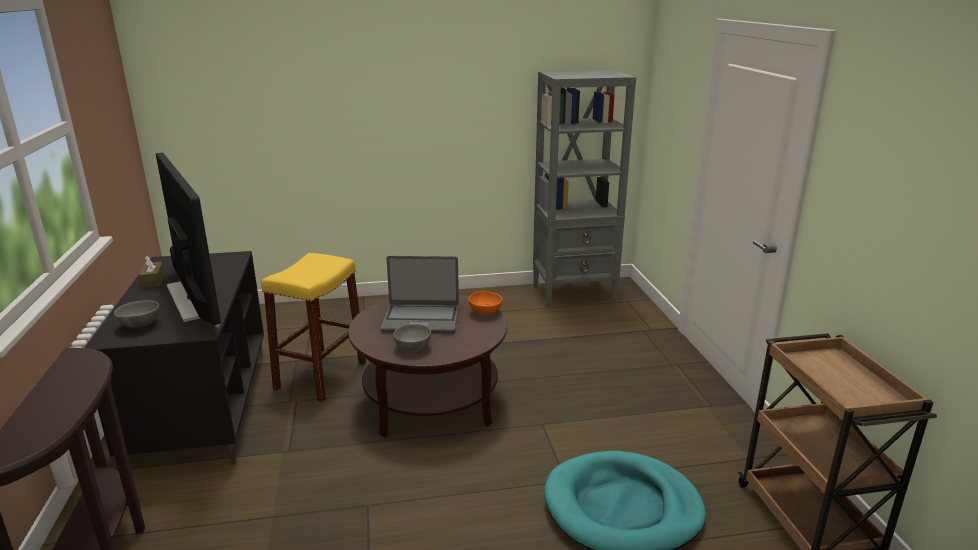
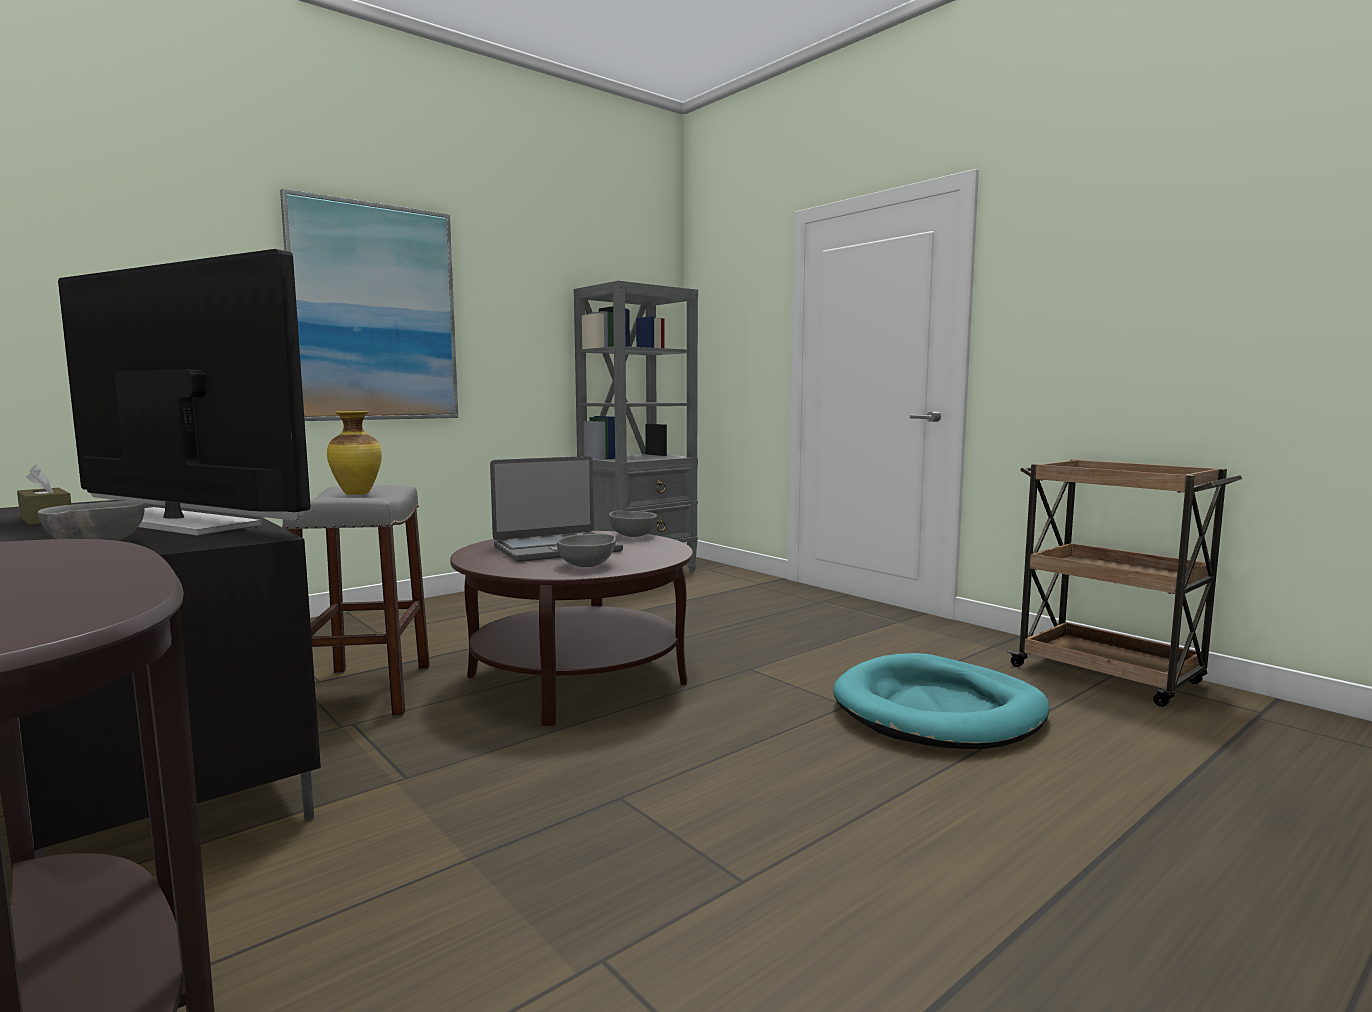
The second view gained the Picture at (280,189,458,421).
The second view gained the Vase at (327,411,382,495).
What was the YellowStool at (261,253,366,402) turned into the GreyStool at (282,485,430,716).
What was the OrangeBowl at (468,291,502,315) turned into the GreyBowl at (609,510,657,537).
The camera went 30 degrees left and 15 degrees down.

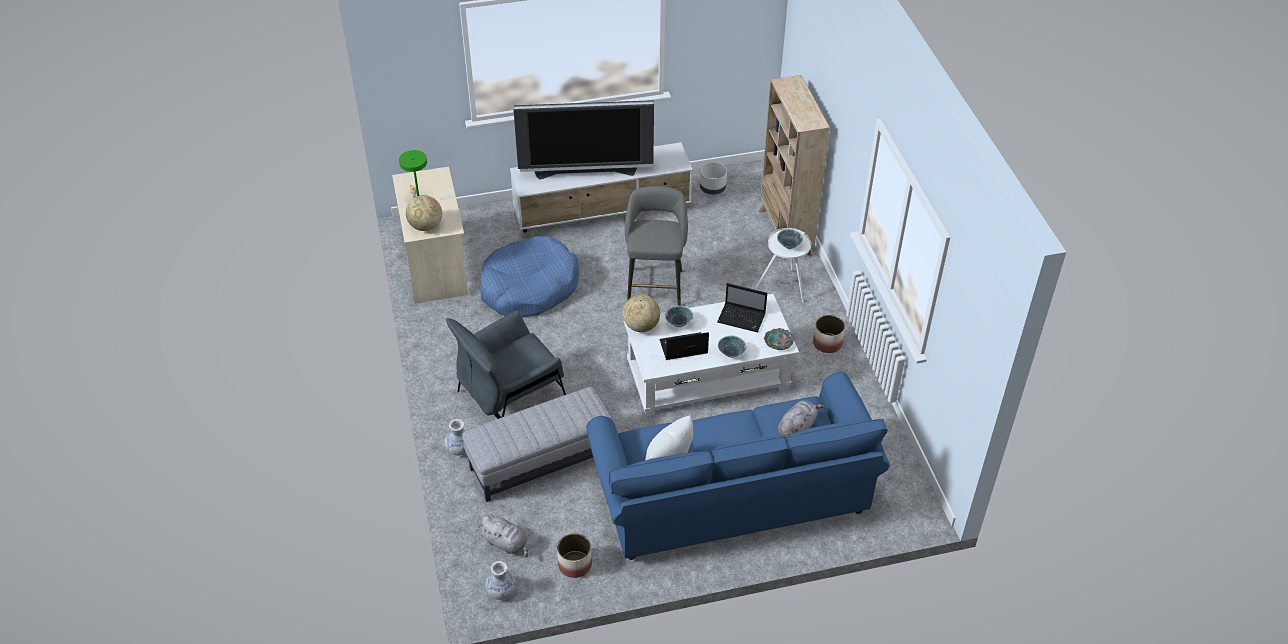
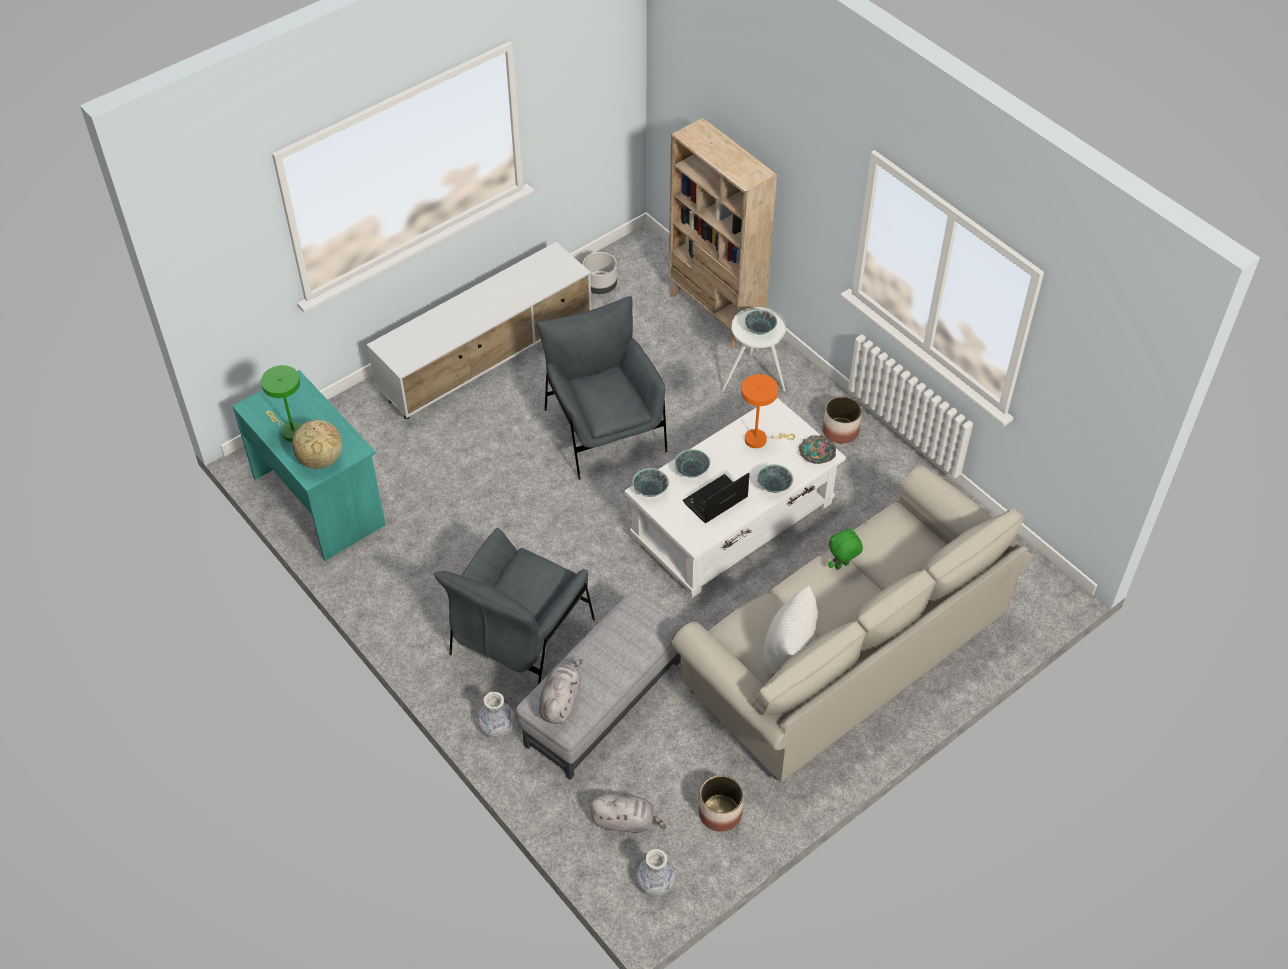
The second view lost the BlueDogBed at (481,236,580,317).
The second view lost the Television at (513,100,654,179).
The second view gained the GreenPlushToy at (828,528,863,570).
The GreyPlushToy ended up elsewhere, having gone from (778,400,824,438) to (539,660,583,724).
Where the Globe stood at (623,295,660,332), the Bowl came to stand at (633,468,669,497).
Where the GreyStool stood at (625,186,688,306), the GreyArmchair came to stand at (537,296,667,480).
Where the Laptop stood at (717,283,767,333), the OrangeTableLamp came to stand at (741,374,795,448).
What was the BeigeDesk at (392,167,468,304) turned into the TurquoiseDesk at (232,370,386,561).
What was the BlueSofa at (586,372,890,560) turned into the BeigeSofa at (672,465,1031,782).
The camera went 25 degrees left and 5 degrees up.

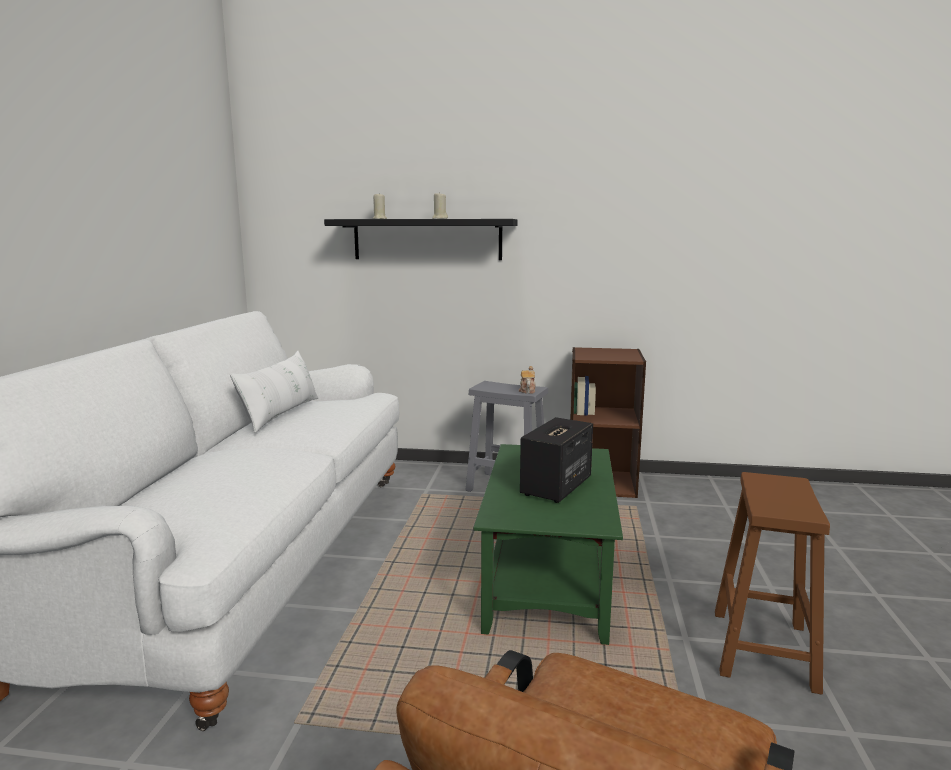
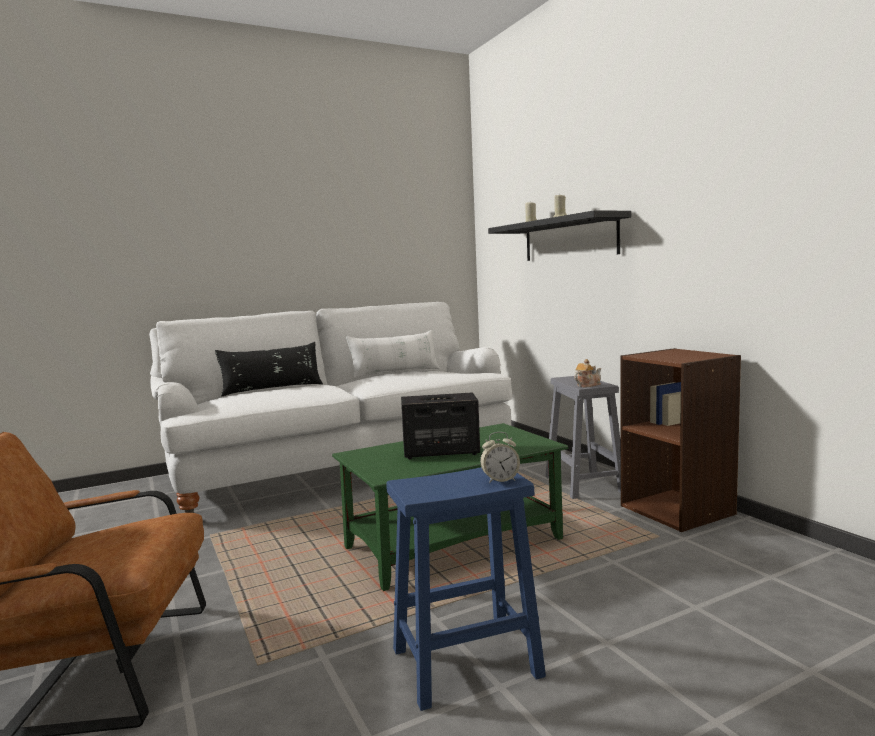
The second view gained the BlackPillow at (215,342,323,397).
The second view gained the AlarmClock at (480,432,520,484).
What was the BrownStool at (715,472,830,695) turned into the BlueStool at (386,468,546,711).
The camera went 55 degrees right and 5 degrees down.

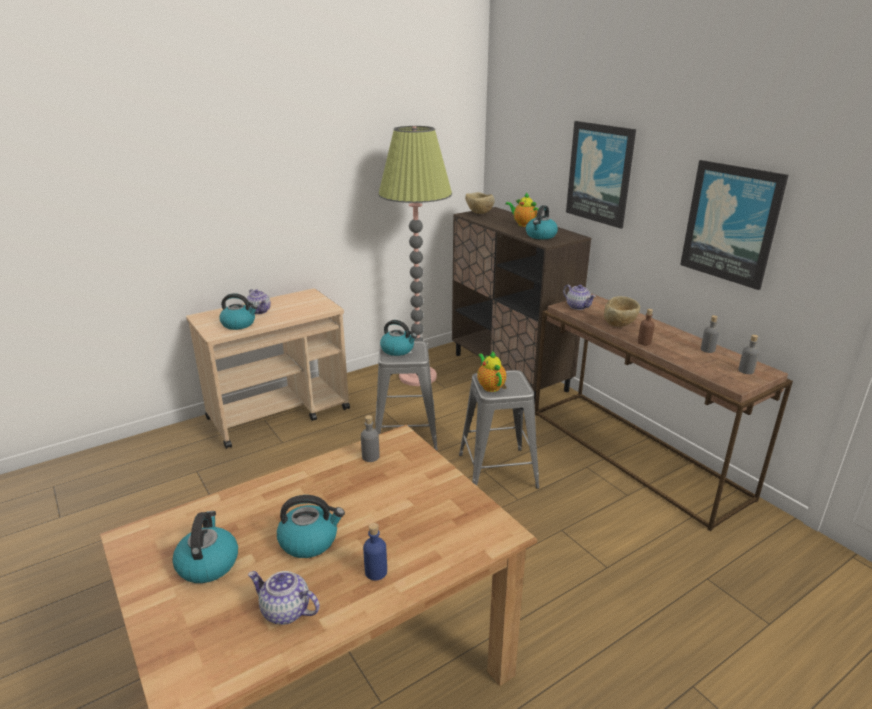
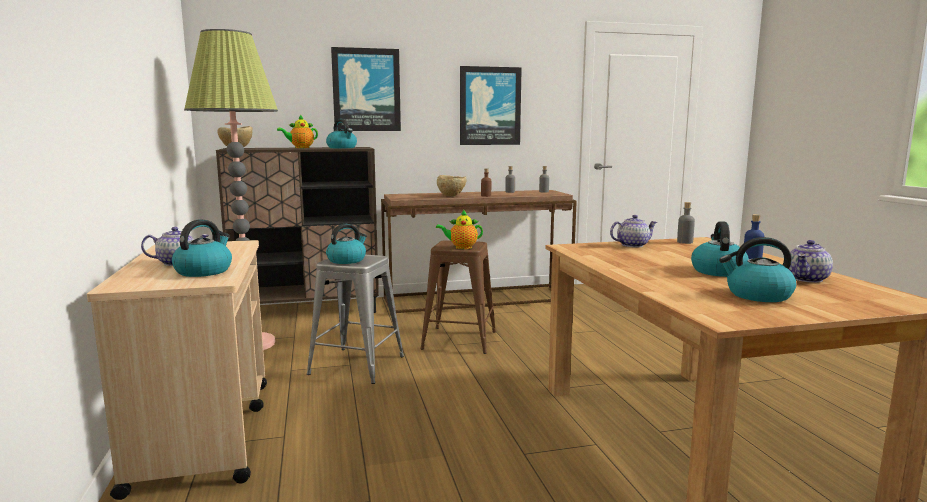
The GreyBottle ended up elsewhere, having gone from (361,415,380,462) to (677,202,695,244).
The Teapot ended up elsewhere, having gone from (563,285,596,310) to (610,215,657,248).
What was the GreyStool at (459,370,540,489) turned into the BrownStool at (420,240,496,354).
The camera went 70 degrees left and 15 degrees down.

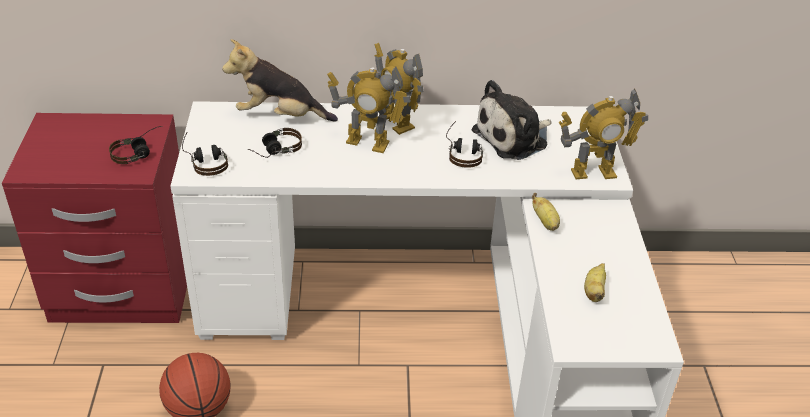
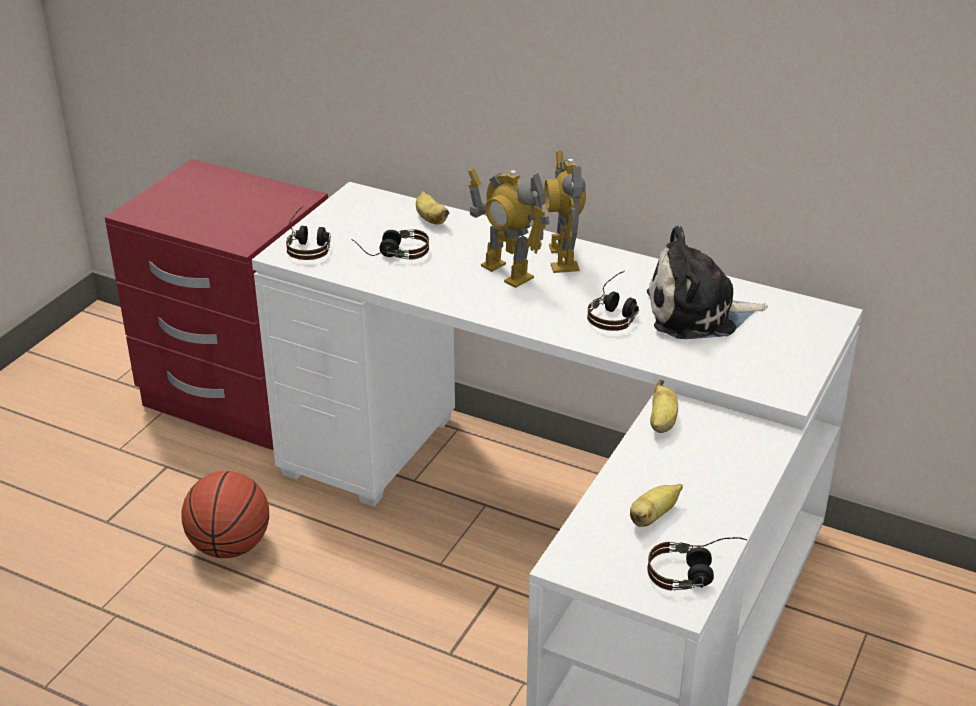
The second view lost the ToyRobot at (559,89,648,179).
The Headphones ended up elsewhere, having gone from (109,126,163,164) to (647,537,747,590).
Where the PlushToy stood at (222,39,338,122), the Banana came to stand at (416,191,449,225).
The camera went 30 degrees right and 5 degrees down.

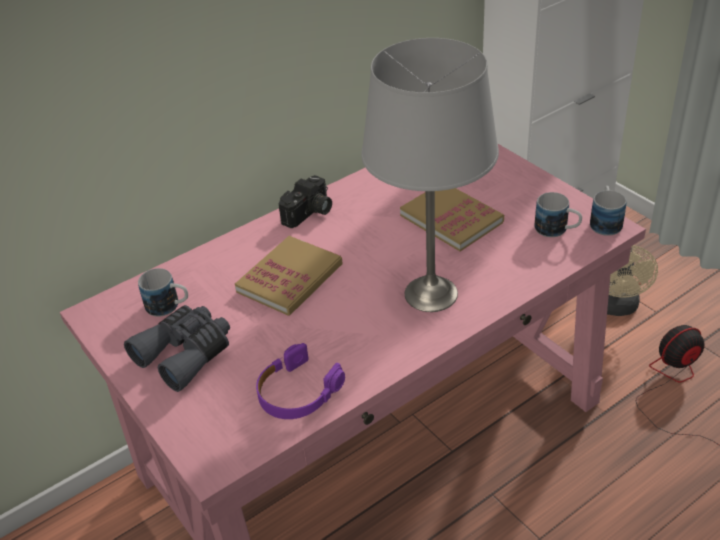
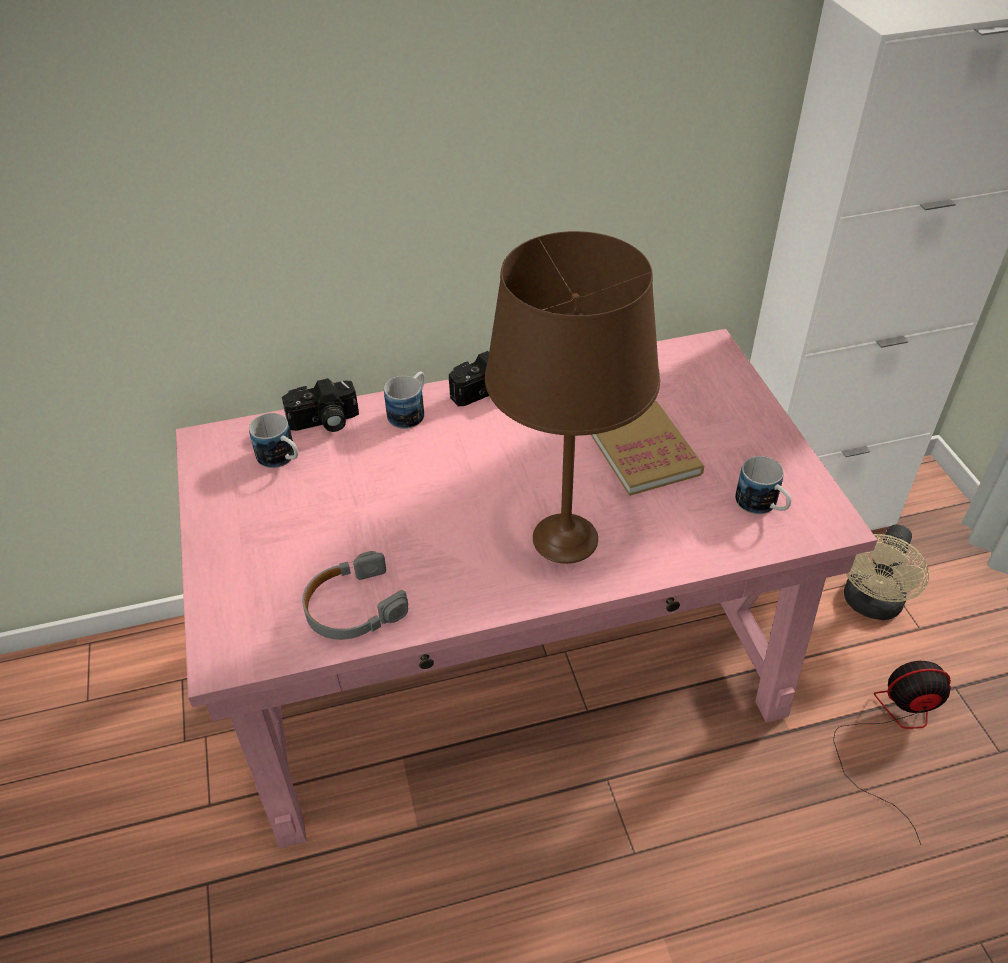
The second view lost the GreyBinoculars at (124,305,230,392).
The second view lost the Book at (235,236,343,316).
The second view gained the PhotoCamera at (282,378,359,432).
The Mug ended up elsewhere, having gone from (590,186,626,236) to (384,371,425,429).
What was the PurpleHeadphones at (256,343,345,419) turned into the GreyHeadphones at (302,551,408,640).
What was the GreyTableLamp at (361,38,499,312) turned into the BrownTableLamp at (485,231,660,564).
The camera went 20 degrees right and 5 degrees up.

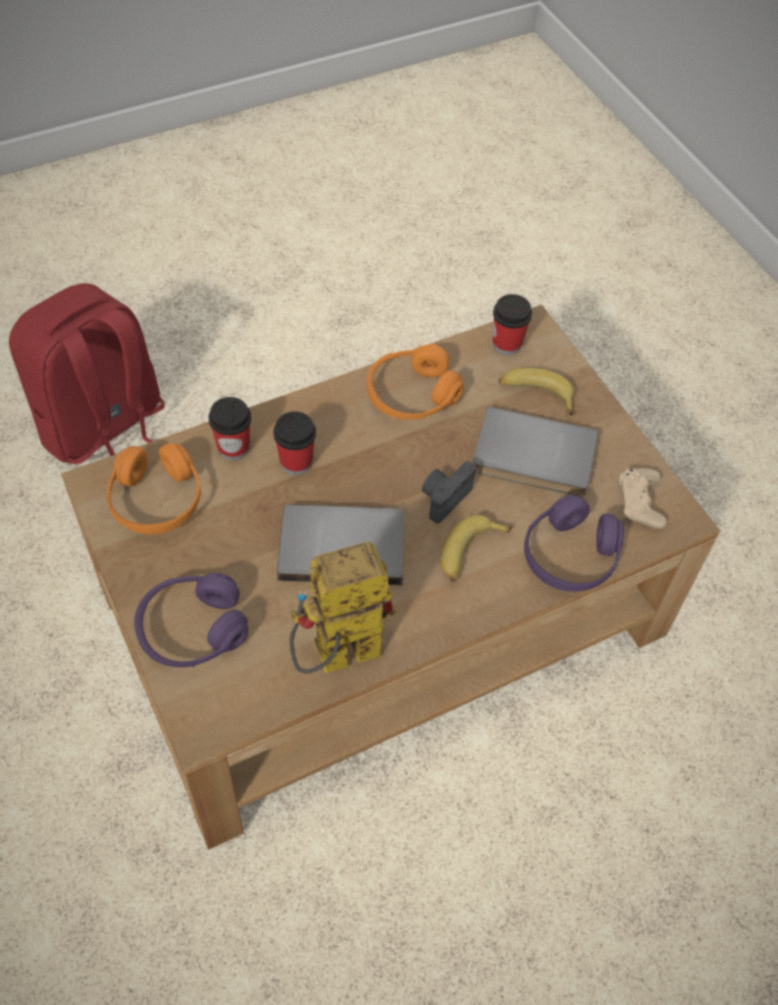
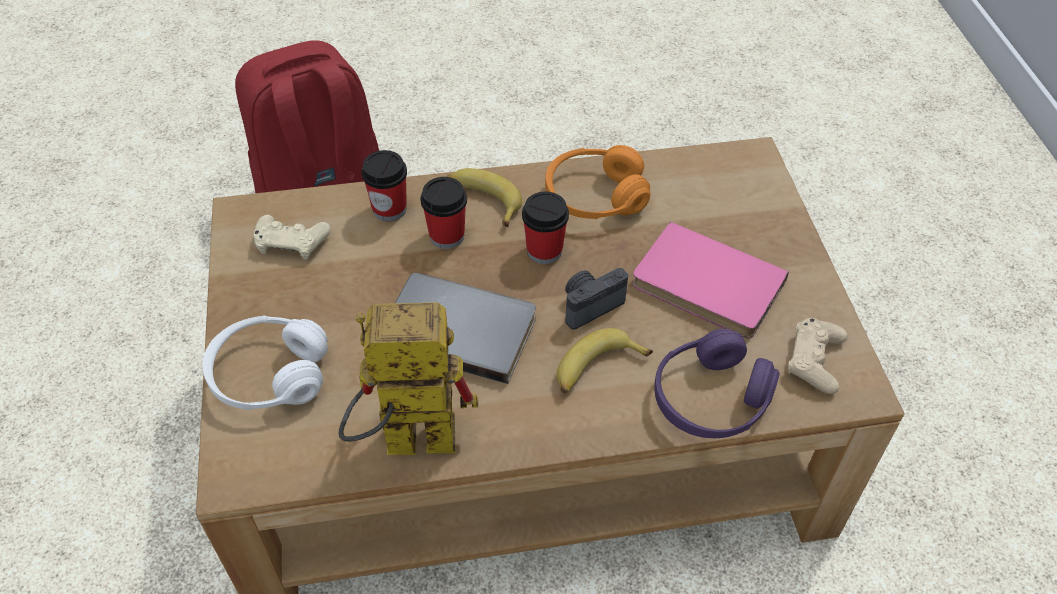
The Cup ended up elsewhere, having gone from (493,294,532,355) to (522,192,569,264).
The Banana ended up elsewhere, having gone from (499,368,574,415) to (447,168,522,227).
Where the OrangeHeadphones stood at (106,443,201,535), the BeigeGameController came to stand at (254,215,331,259).
What was the PurpleHeadphones at (134,573,248,667) turned into the WhiteHeadphones at (202,315,328,410).
What was the GreyBook at (473,406,599,496) turned into the PinkBook at (632,222,789,339).
The camera went 20 degrees right and 5 degrees down.

